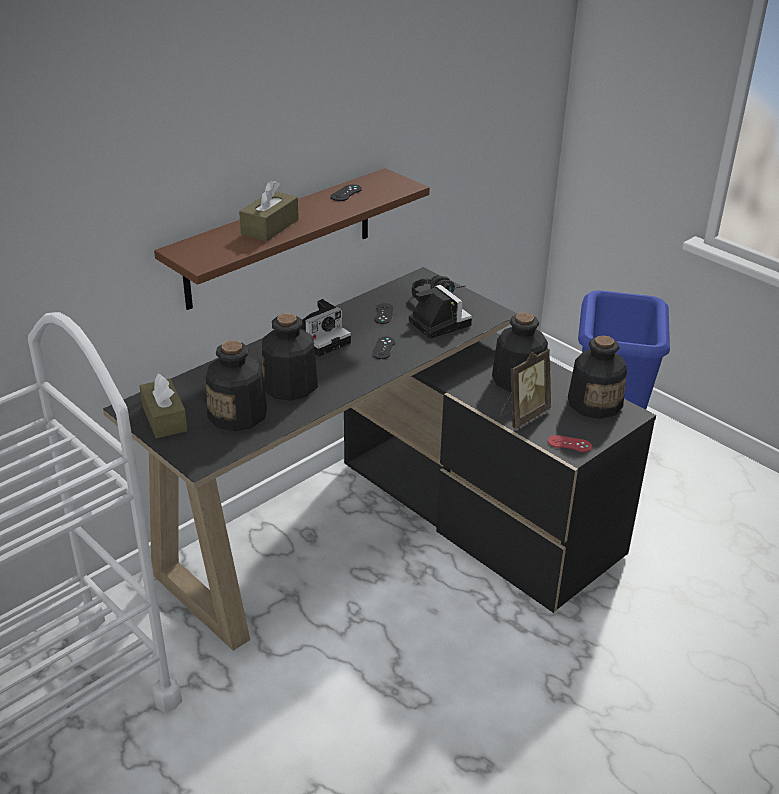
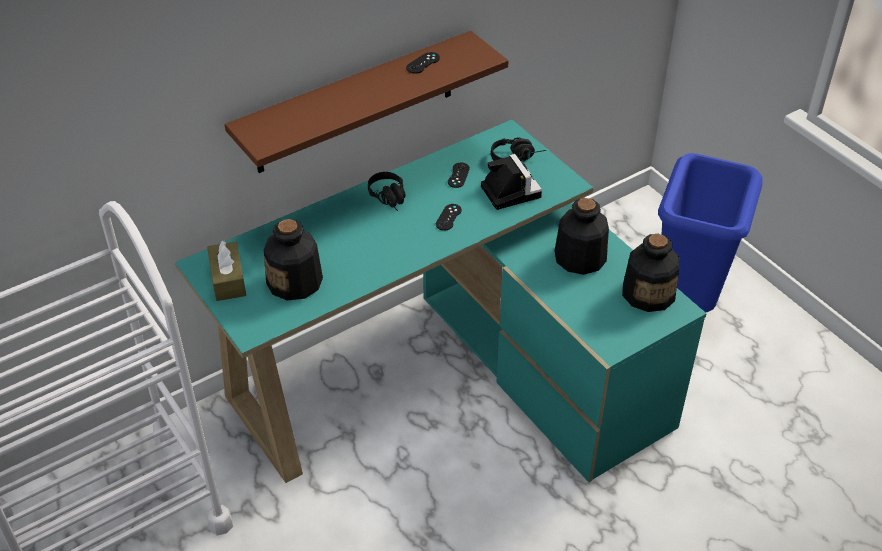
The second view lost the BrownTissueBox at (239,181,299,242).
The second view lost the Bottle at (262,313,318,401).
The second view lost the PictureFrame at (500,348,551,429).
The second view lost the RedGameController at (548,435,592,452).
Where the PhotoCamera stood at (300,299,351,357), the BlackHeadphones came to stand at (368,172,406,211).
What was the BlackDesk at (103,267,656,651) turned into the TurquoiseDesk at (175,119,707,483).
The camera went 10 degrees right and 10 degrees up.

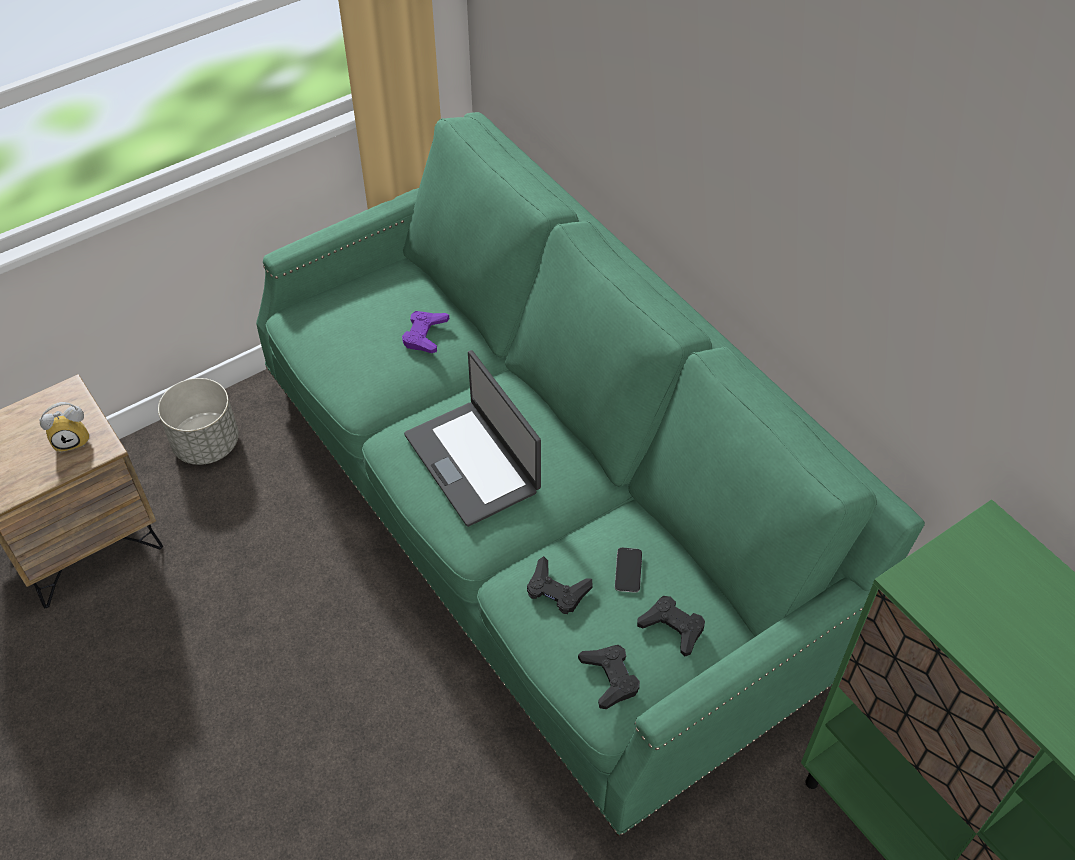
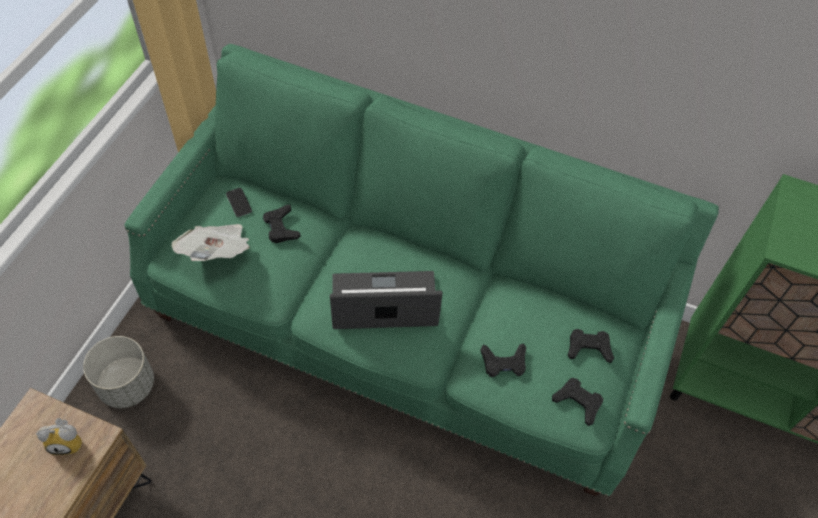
The second view gained the Newspaper at (171,224,249,261).
The Phone ended up elsewhere, having gone from (615,548,642,593) to (226,188,252,217).
What was the PurpleGameController at (402,311,449,353) turned into the BlackGameController at (263,205,300,243).
The AlarmClock at (39,402,89,453) ended up facing another way, 45 degrees clockwise from before.
The Laptop at (404,350,541,527) ended up facing another way, 150 degrees clockwise from before.
The camera went 35 degrees left and 5 degrees up.

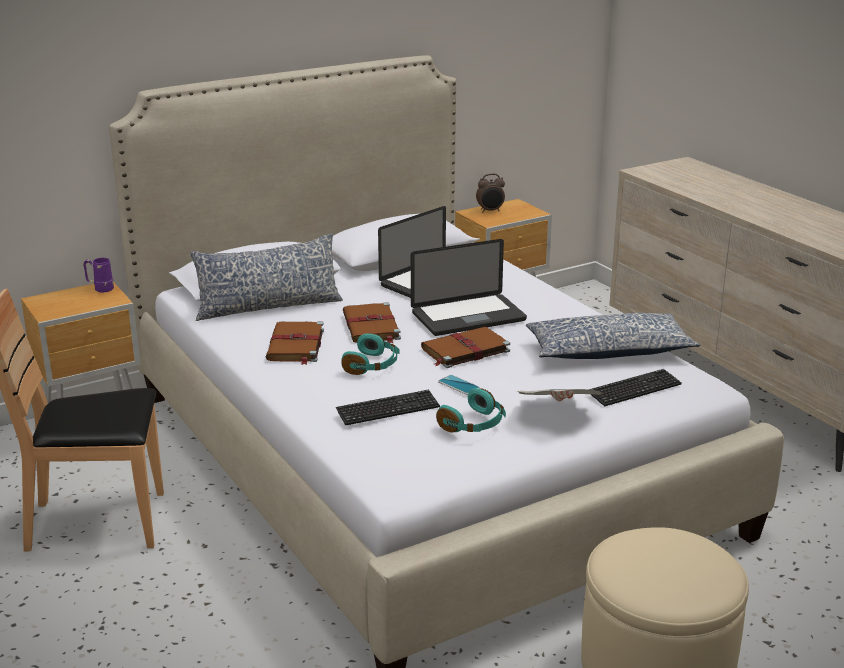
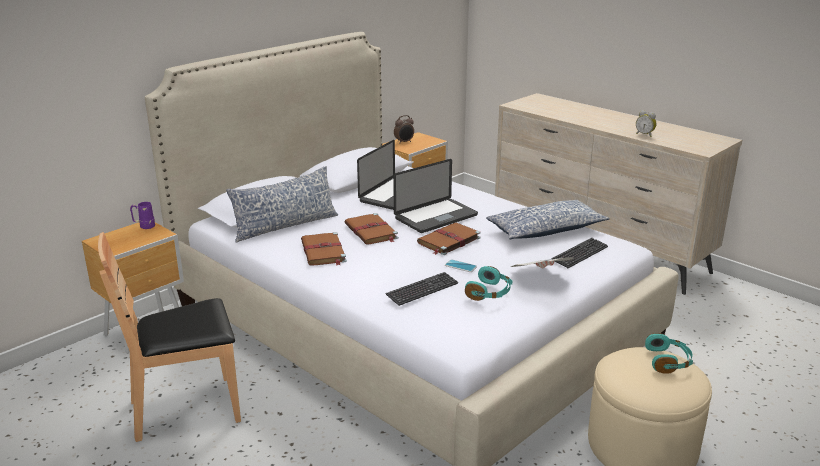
The second view gained the AlarmClock at (636,110,656,137).
The TurquoiseHeadphones ended up elsewhere, having gone from (341,333,400,375) to (645,333,693,374).
The camera went 15 degrees left and 0 degrees up.

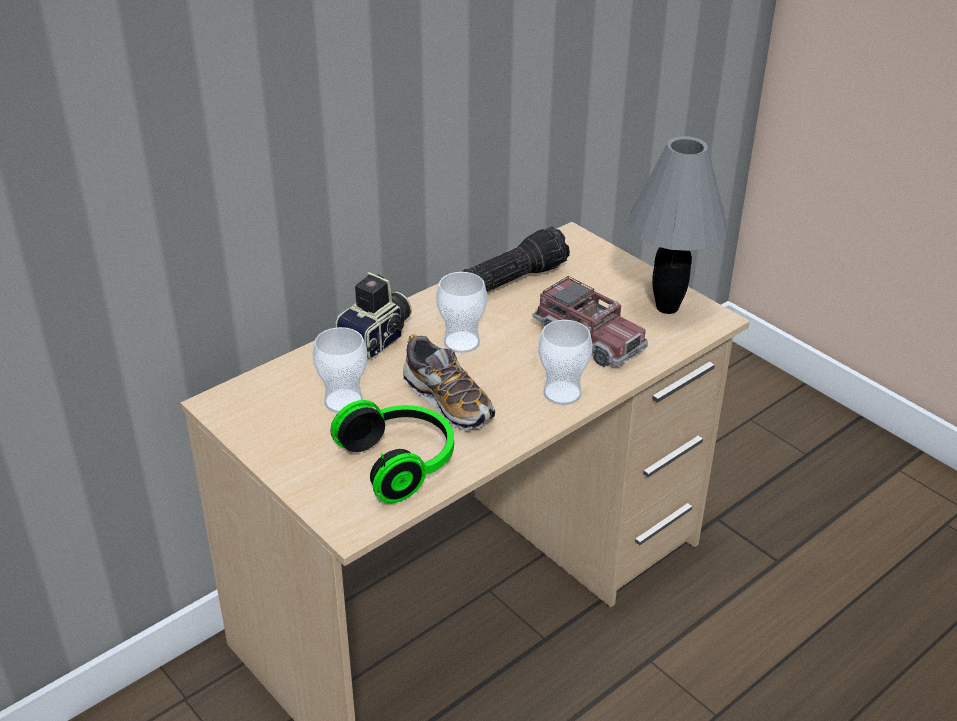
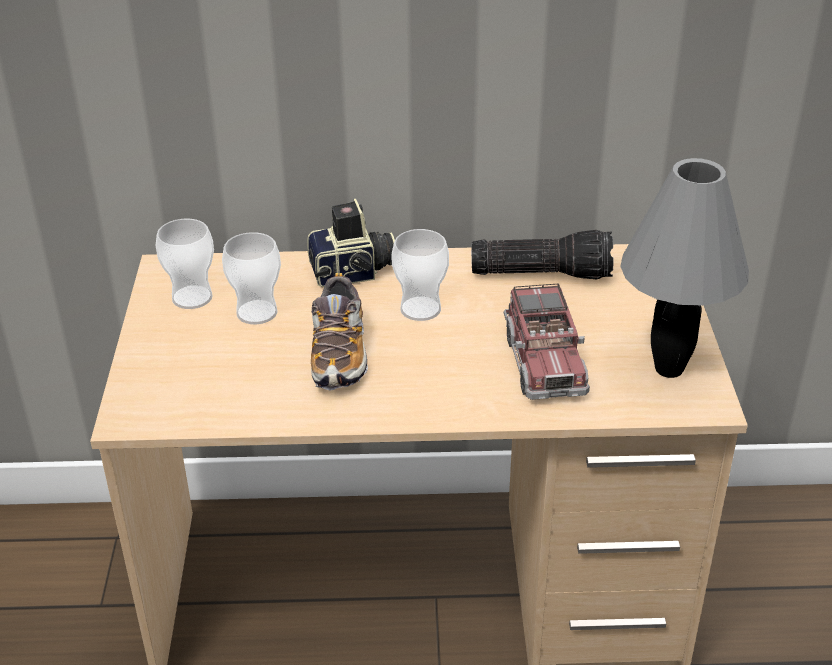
The second view lost the Headphones at (331,400,454,503).
The Cup ended up elsewhere, having gone from (538,320,592,405) to (156,219,214,309).
The camera went 40 degrees right and 0 degrees up.

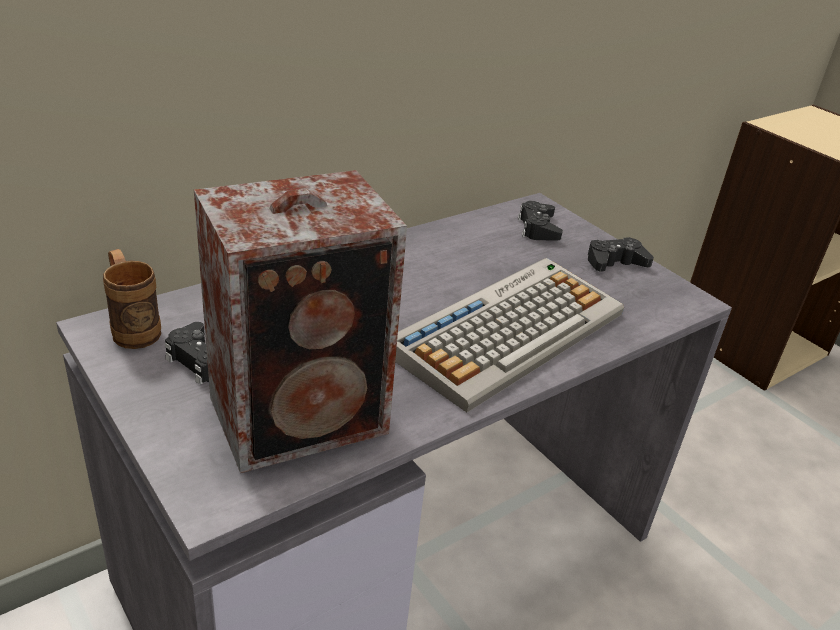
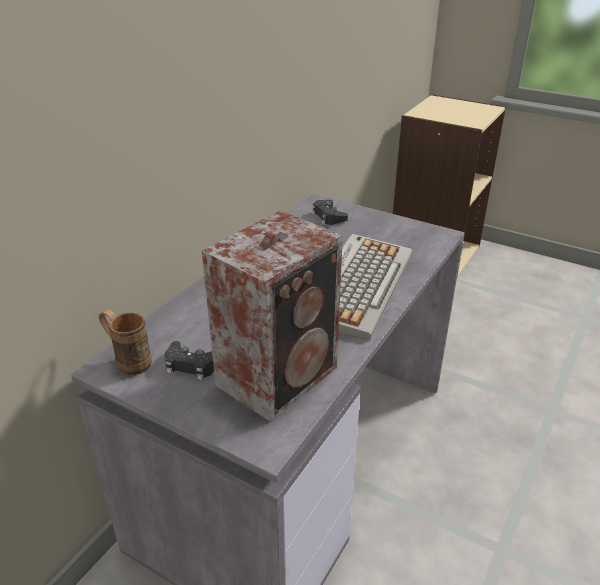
The second view lost the BlackGameController at (588,237,654,272).
The camera went 20 degrees left and 0 degrees up.

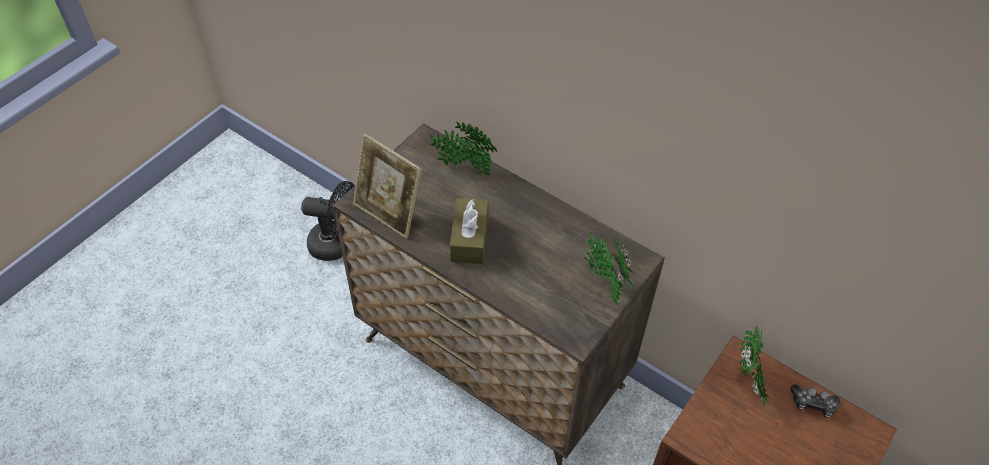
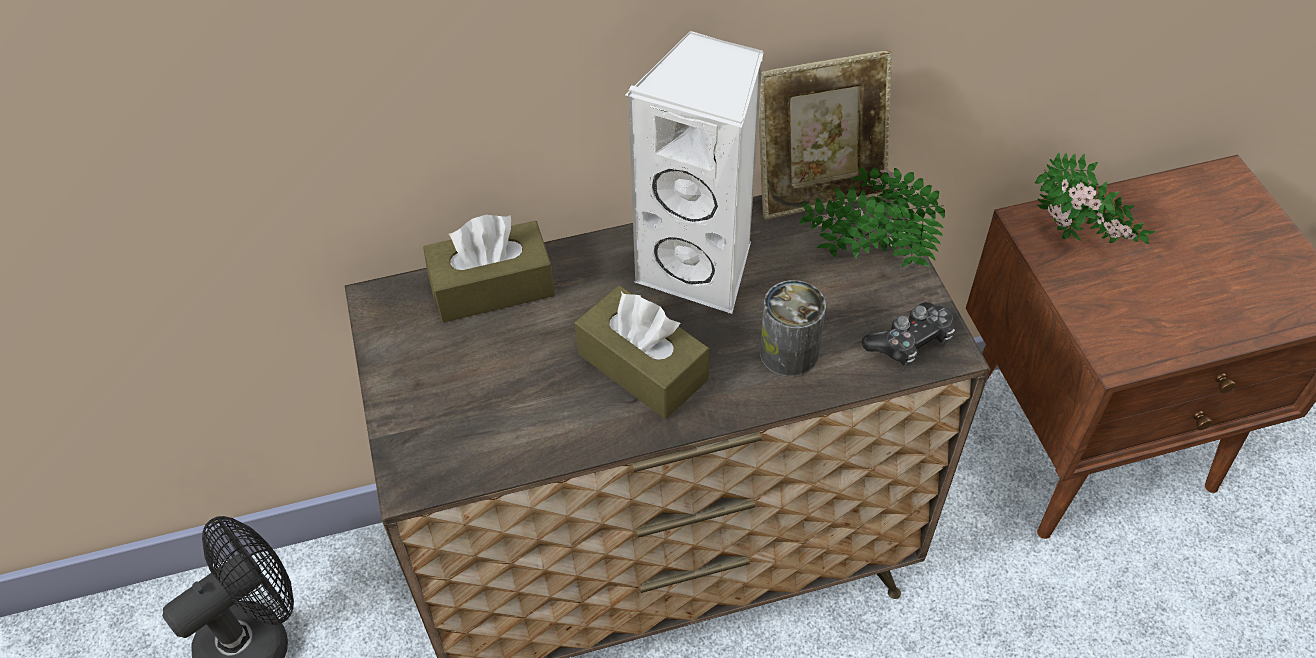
The second view gained the WhiteSpeaker at (626,31,763,315).
The second view gained the Can at (760,280,826,377).
The PictureFrame ended up elsewhere, having gone from (353,134,422,239) to (759,50,892,220).
The GameController ended up elsewhere, having gone from (791,384,840,418) to (862,302,955,366).
Where the PottedPlant stood at (430,122,497,177), the BrownTissueBox came to stand at (423,215,555,323).
The camera went 50 degrees left and 0 degrees up.

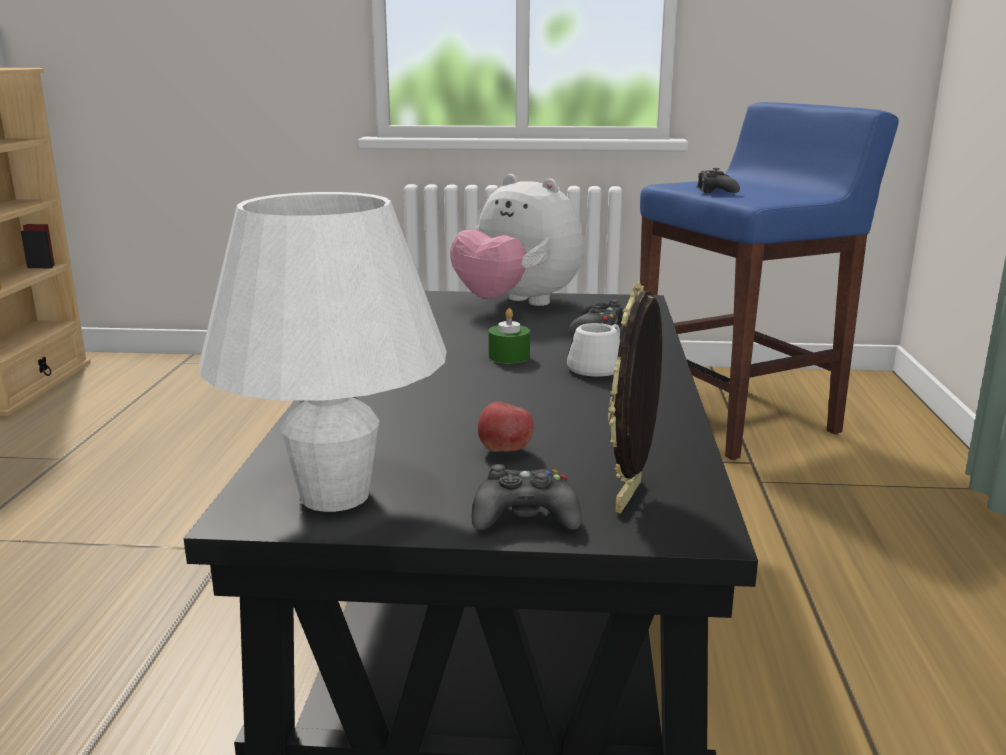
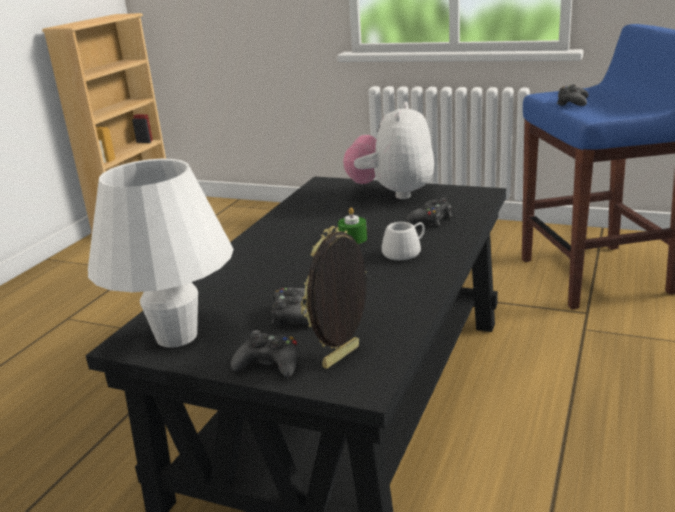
Where the Apple stood at (478,402,534,452), the BlackGameController came to stand at (272,287,309,325).
The PlushToy at (450,174,583,306) ended up facing another way, 45 degrees clockwise from before.
The camera went 20 degrees right and 5 degrees up.

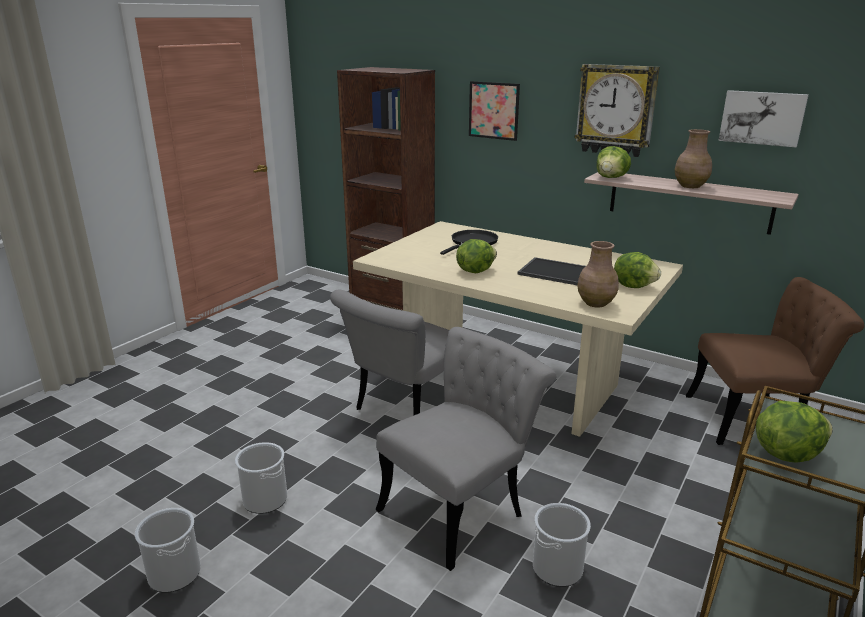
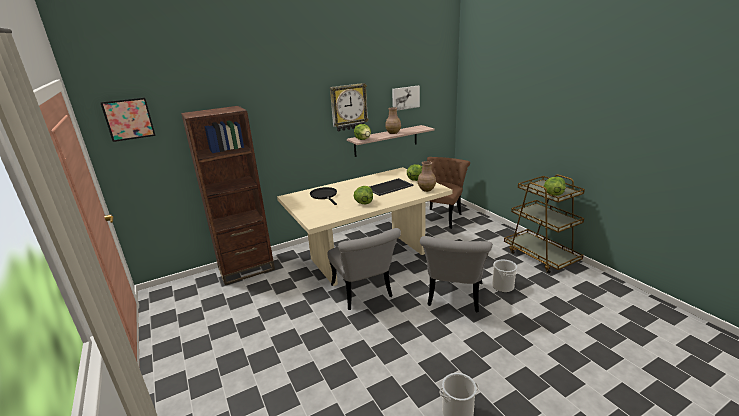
The second view lost the Bucket at (235,442,287,514).
The Picture ended up elsewhere, having gone from (469,81,520,141) to (100,98,156,142).
The GreyChair at (375,327,557,571) ended up facing another way, 150 degrees counterclockwise from before.
The camera went 60 degrees left and 0 degrees up.

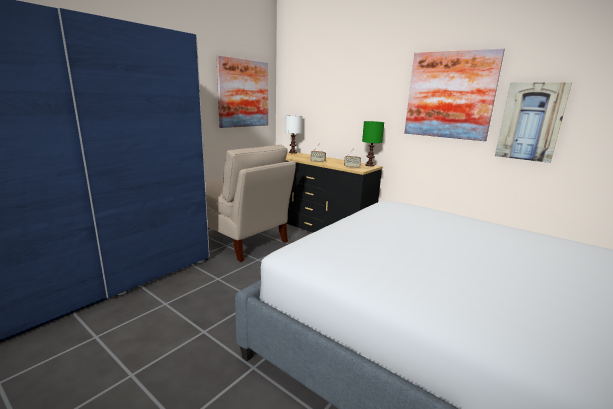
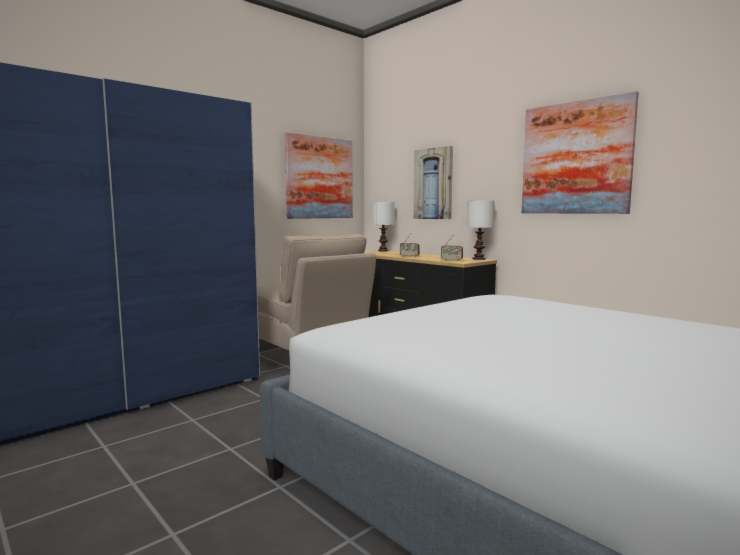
The Picture ended up elsewhere, having gone from (495,82,572,163) to (413,146,453,219).
What was the GreenTableLamp at (362,121,384,166) turned into the WhiteTableLamp at (466,201,495,260).
The camera went 10 degrees right and 10 degrees down.

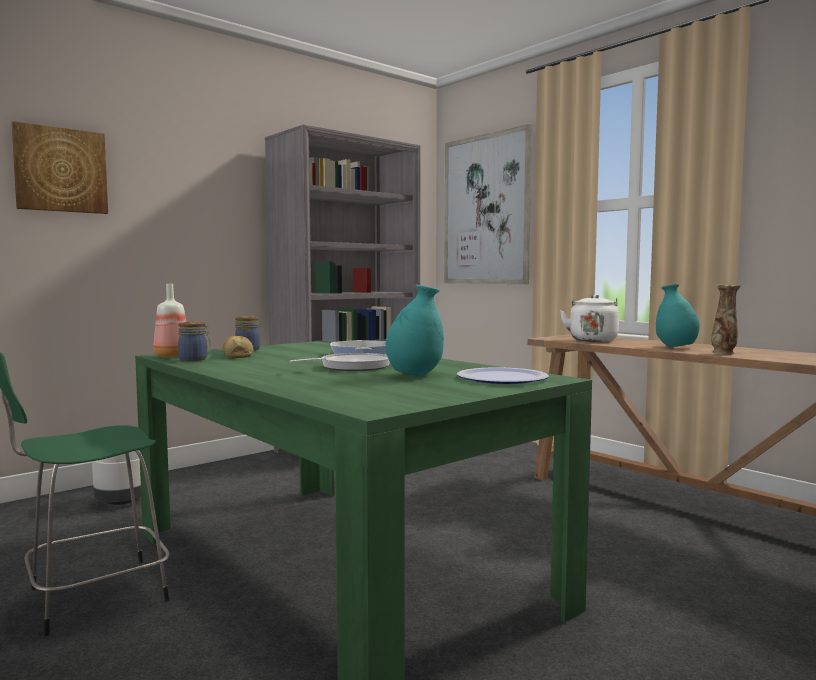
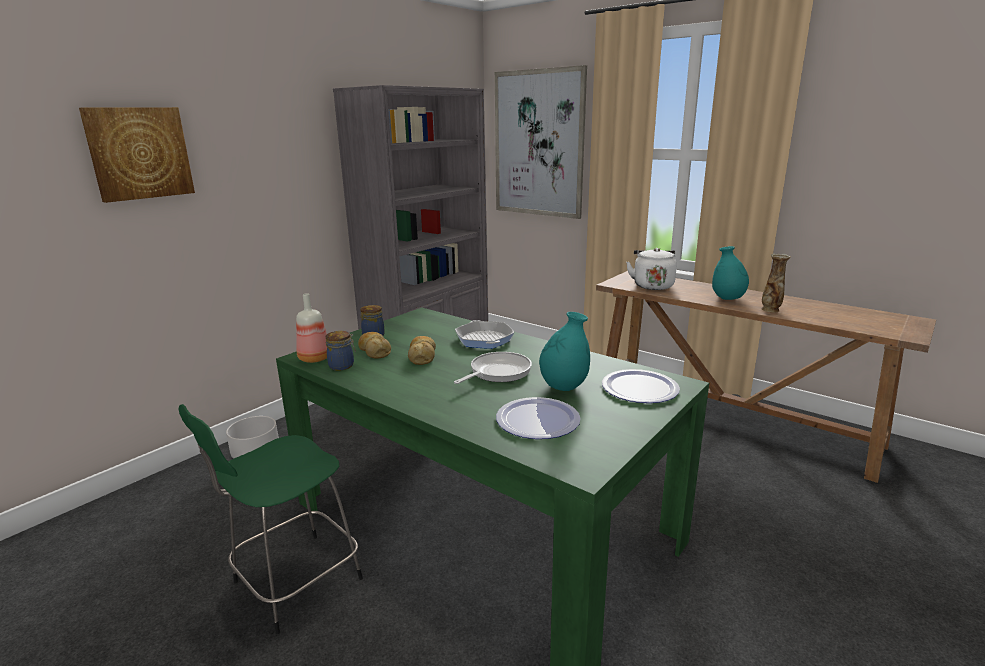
The second view gained the Bread at (408,336,436,365).
The second view gained the Plate at (496,397,581,439).
The camera went 10 degrees left and 15 degrees up.

